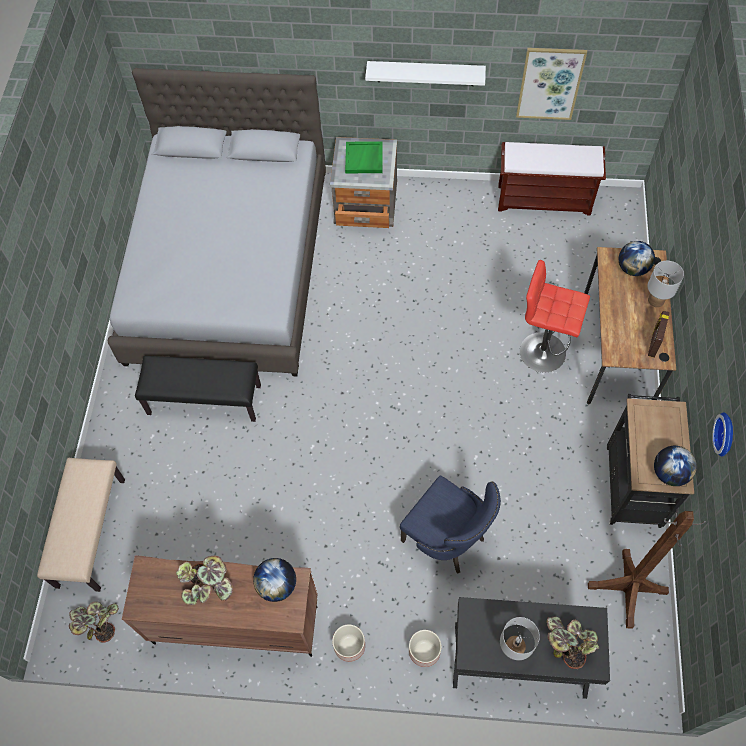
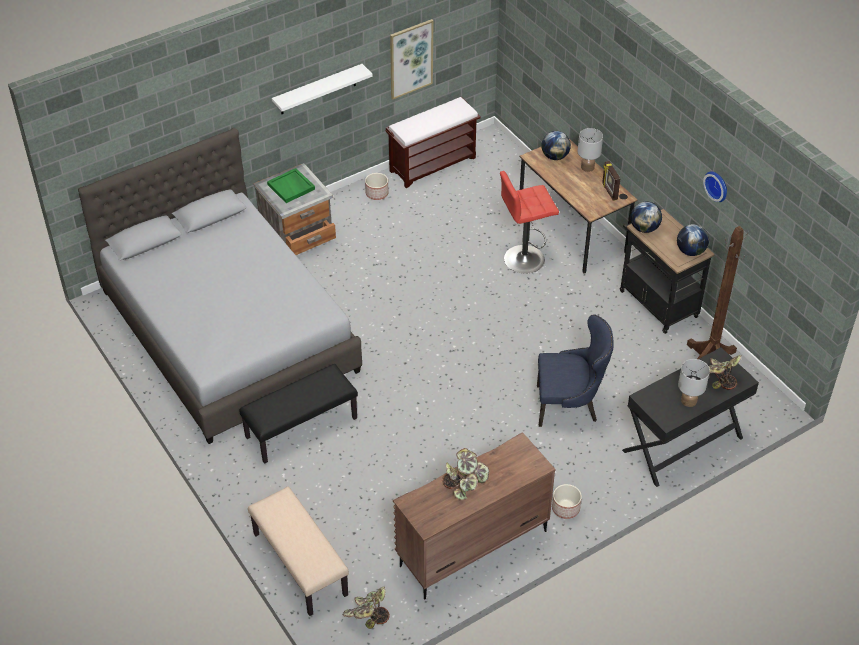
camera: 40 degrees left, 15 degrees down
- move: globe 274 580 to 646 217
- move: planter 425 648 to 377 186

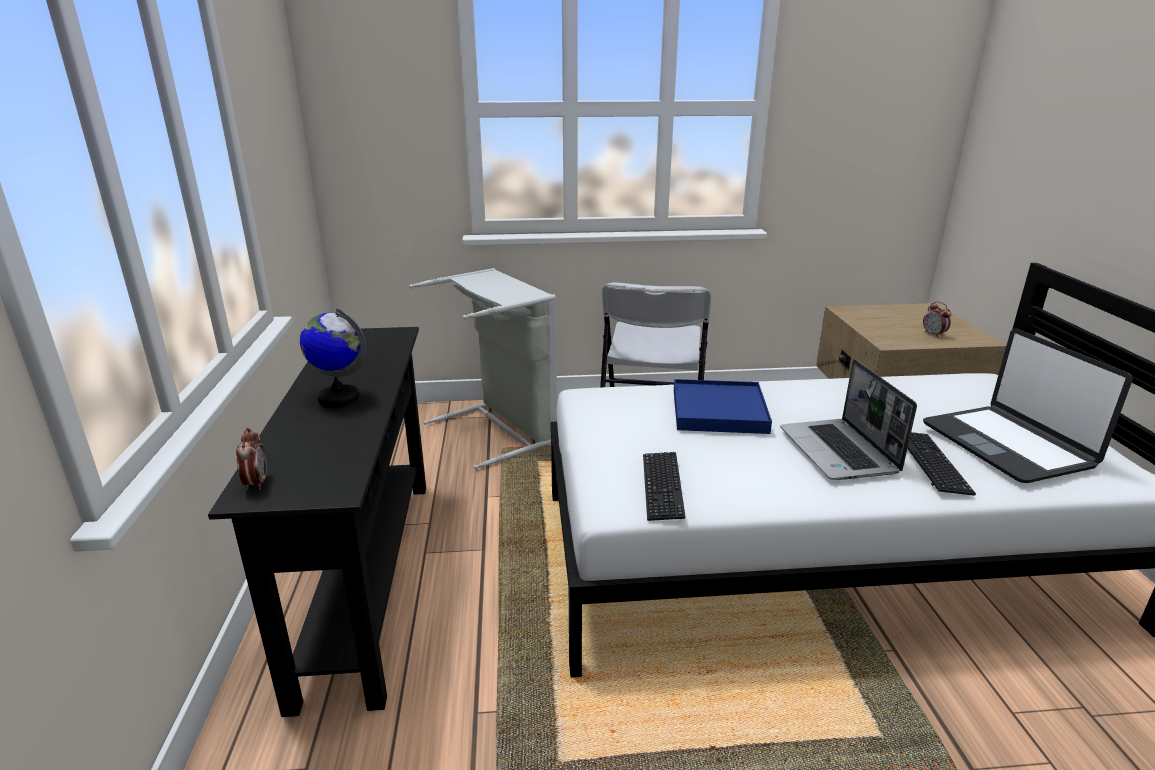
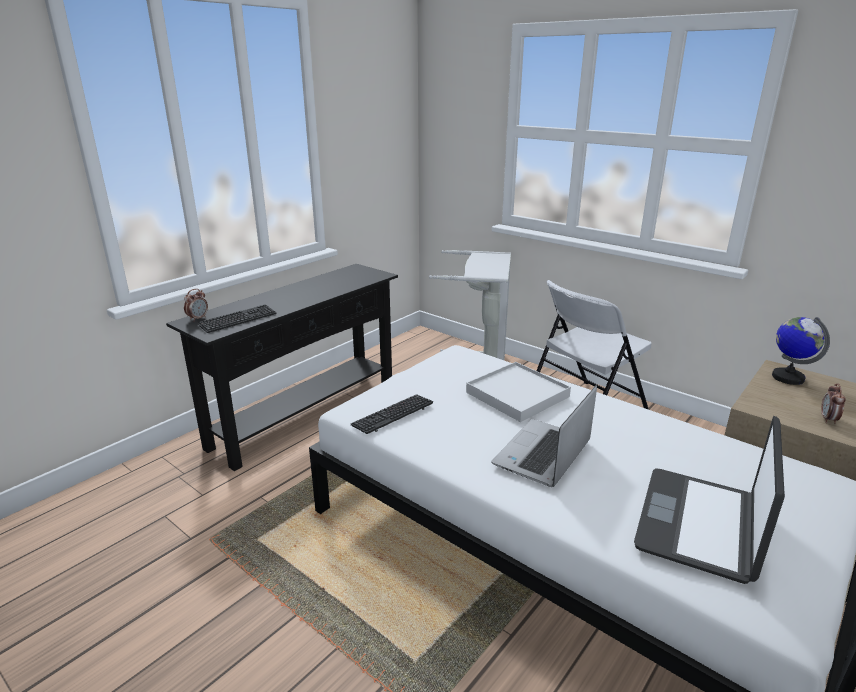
camera: 45 degrees right, 0 degrees up
- move: globe 333 357 to 801 351
- recolor: blue tray 723 406 to white tray 518 392
- move: keyboard 942 464 to 236 318

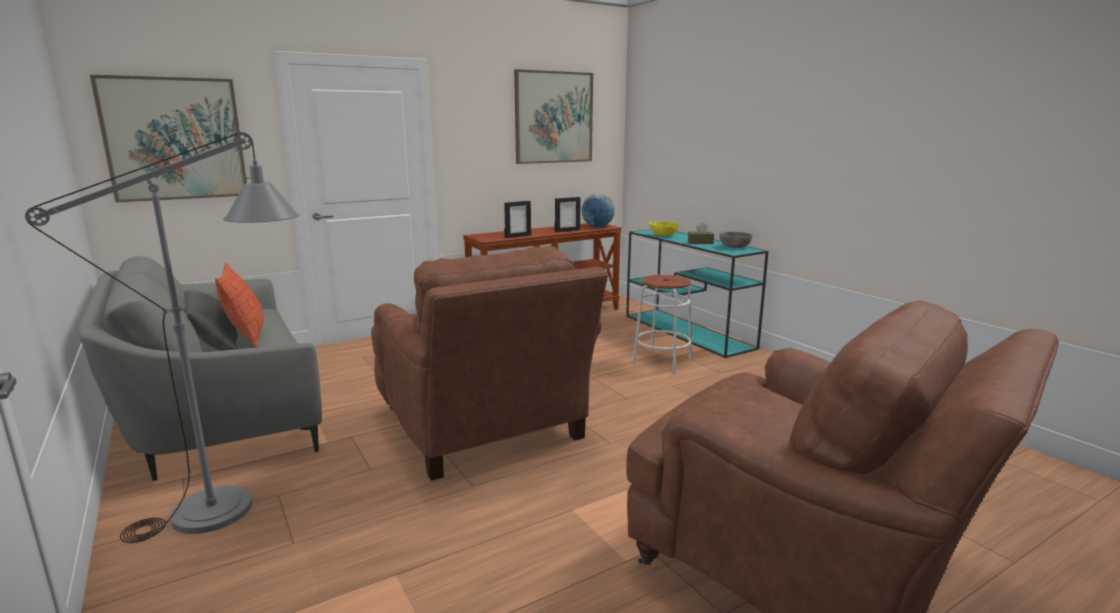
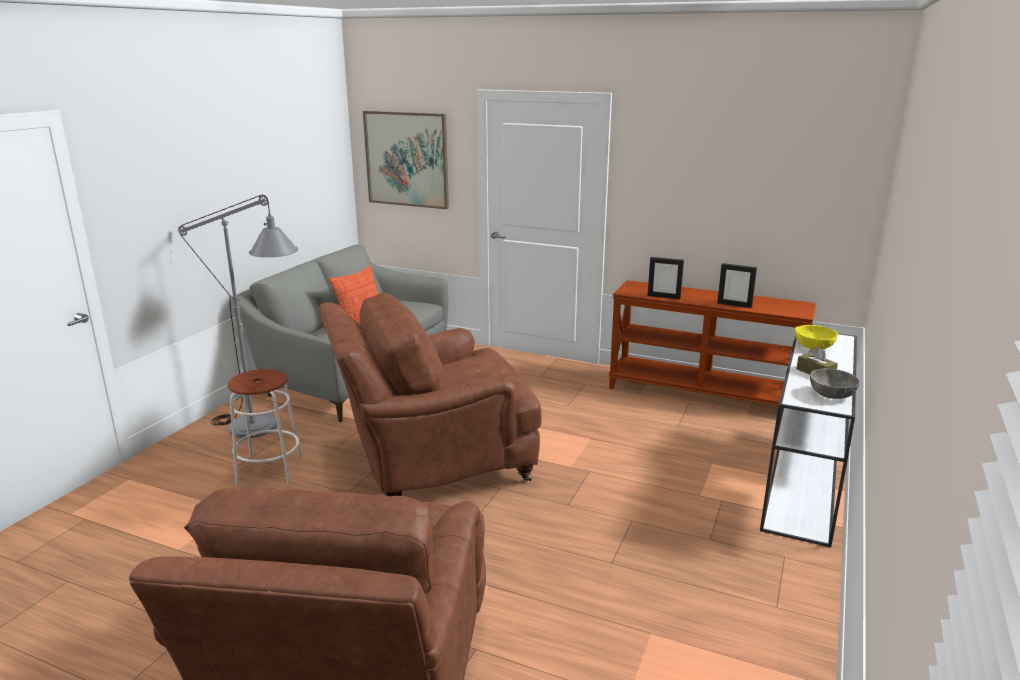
camera: 55 degrees right, 5 degrees up
- delete: picture 553 116
- delete: globe 598 210
- recolor: turquoise console table 697 293 to white console table 808 440
- rotate: brown armchair 489 363 = 430 394 45 degrees clockwise
- move: white stool 662 324 to 265 427

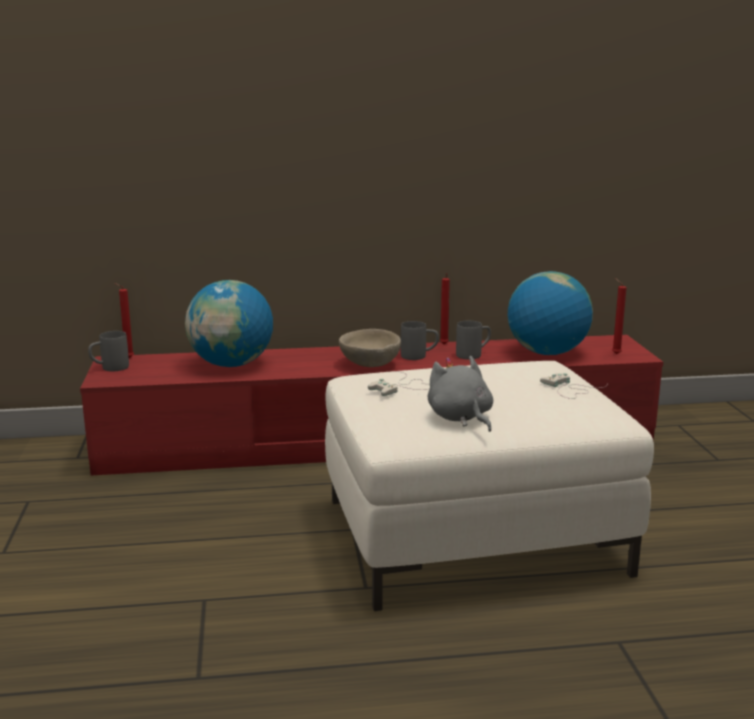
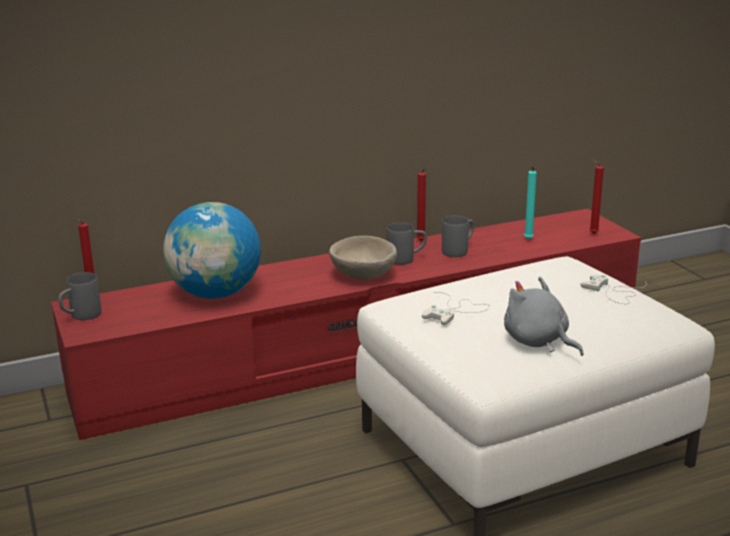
camera: 15 degrees left, 5 degrees up
- replace: globe 550 313 to turquoise candle 530 203

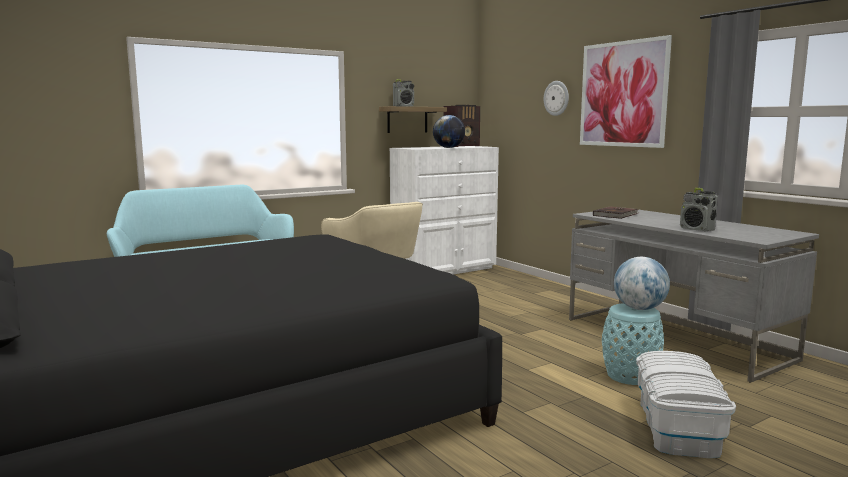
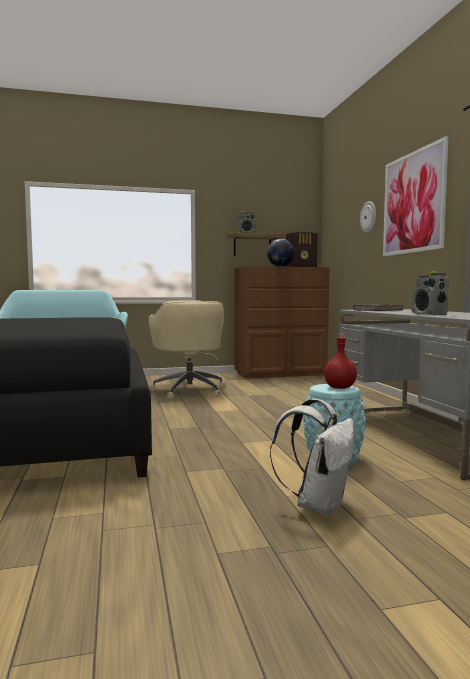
camera: 20 degrees right, 5 degrees down
- recolor: white dresser 444 210 to brown dresser 282 322
- replace: globe 642 283 to red bottle 340 361
- replace: white storage box 686 404 to white backpack 312 457

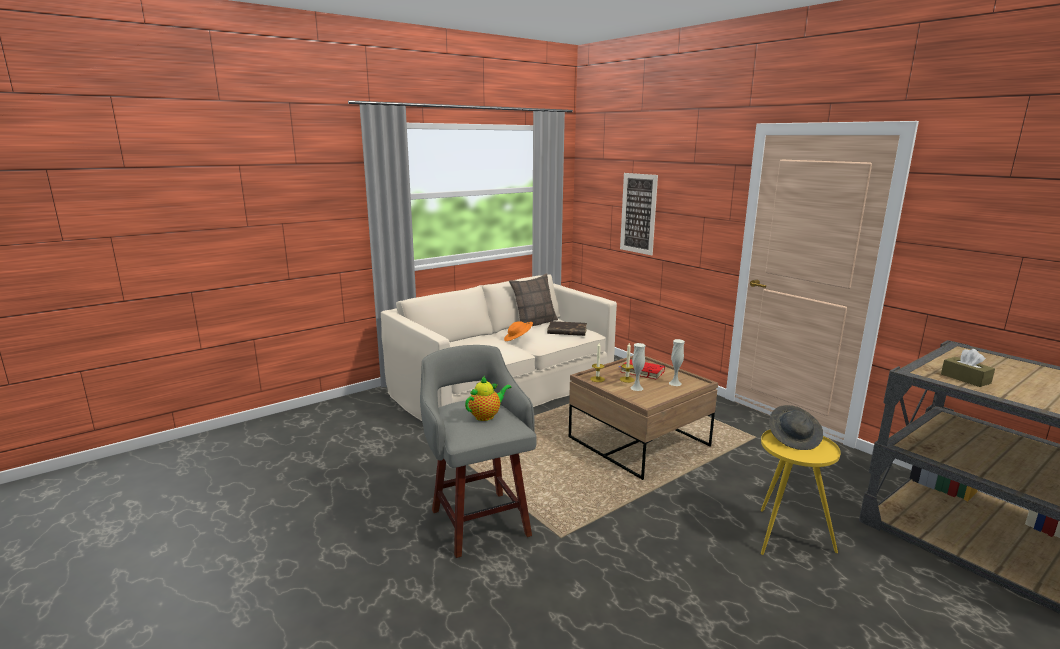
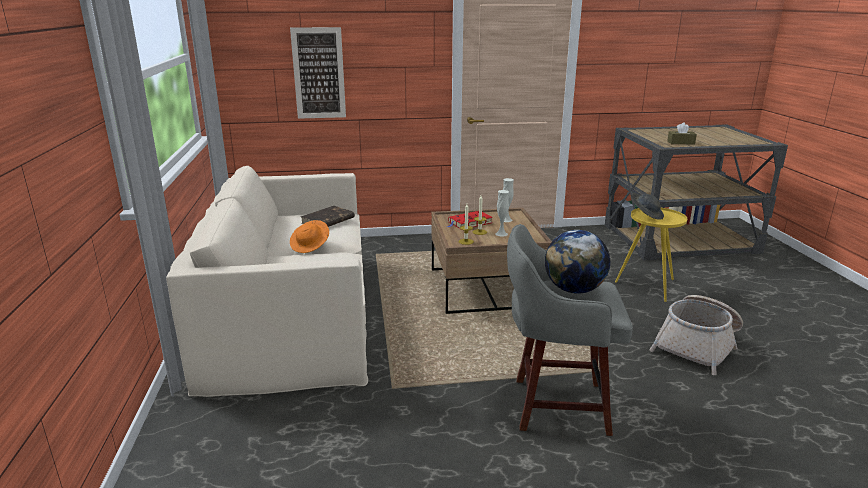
camera: 60 degrees left, 5 degrees up
- delete: pillow 533 299
- replace: teapot 488 398 to globe 577 262
- insert: basket 696 335

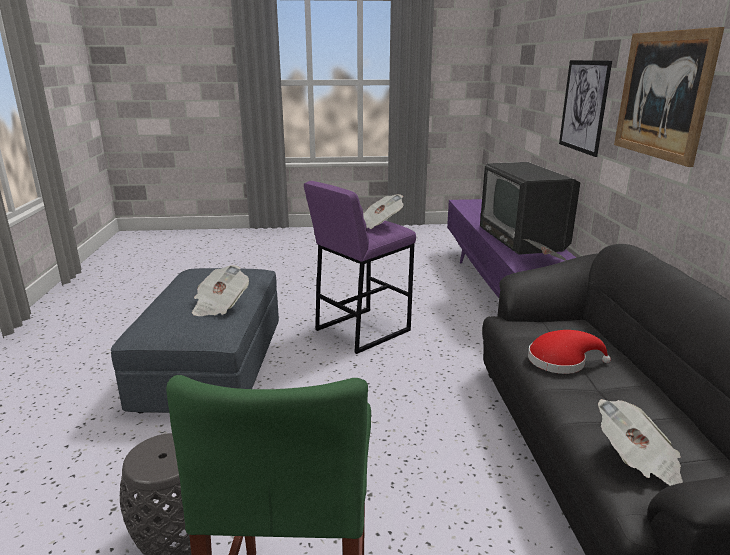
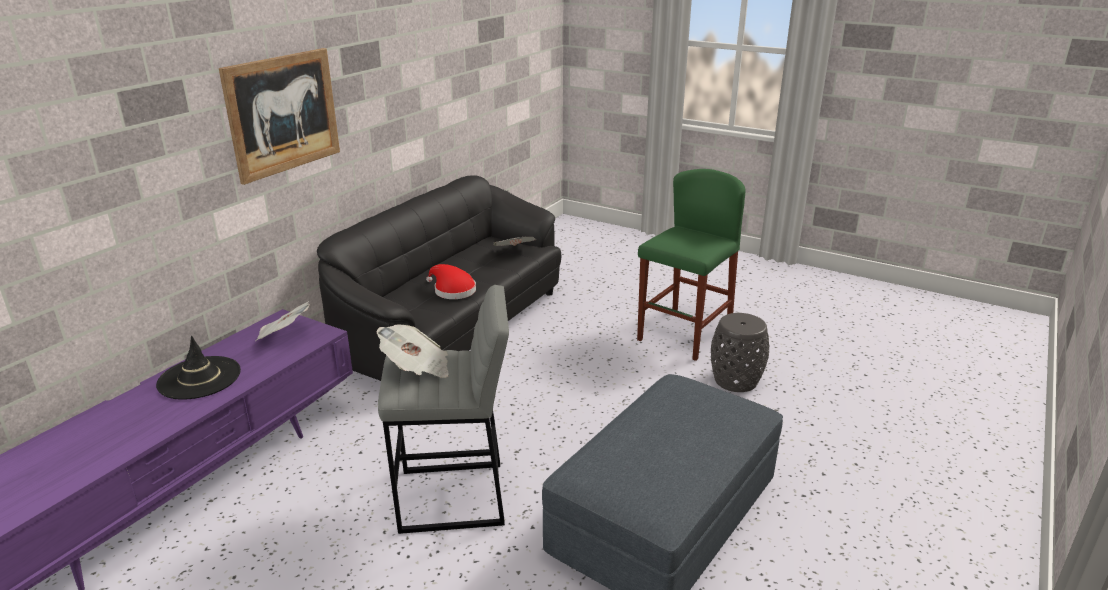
camera: 145 degrees left, 5 degrees up
- delete: picture 585 108
- replace: television 530 208 to black hat 198 368
- recolor: purple stool 360 267 to grey stool 443 409
- delete: newspaper 220 290

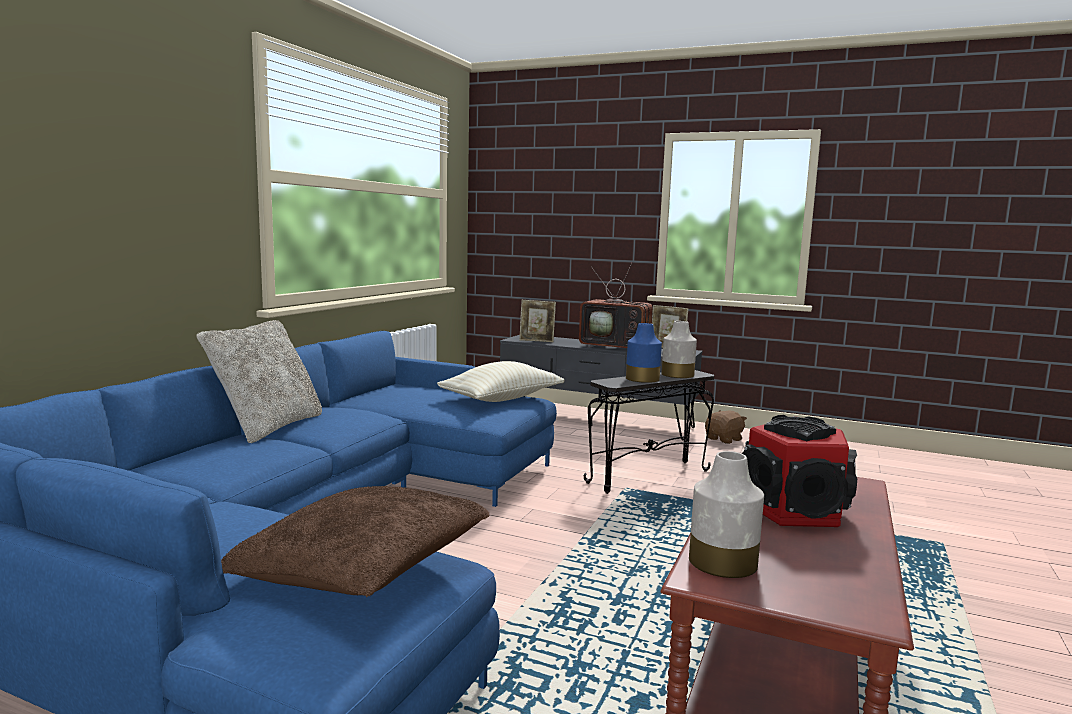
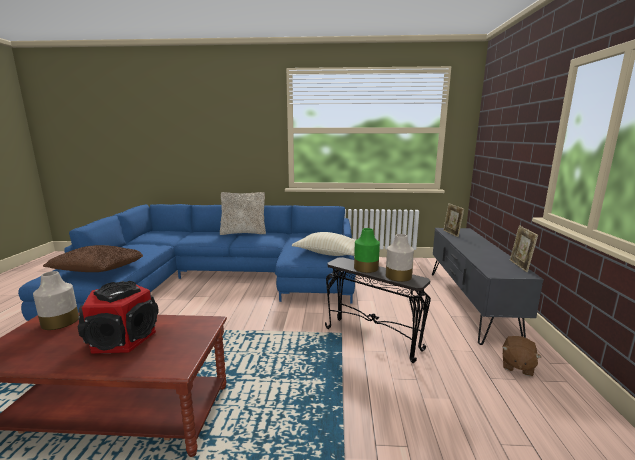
camera: 70 degrees right, 5 degrees up
- delete: television 616 305
- recolor: blue vase 644 353 to green vase 367 250
- rotate: brown plush toy 726 427 = 522 356 90 degrees clockwise

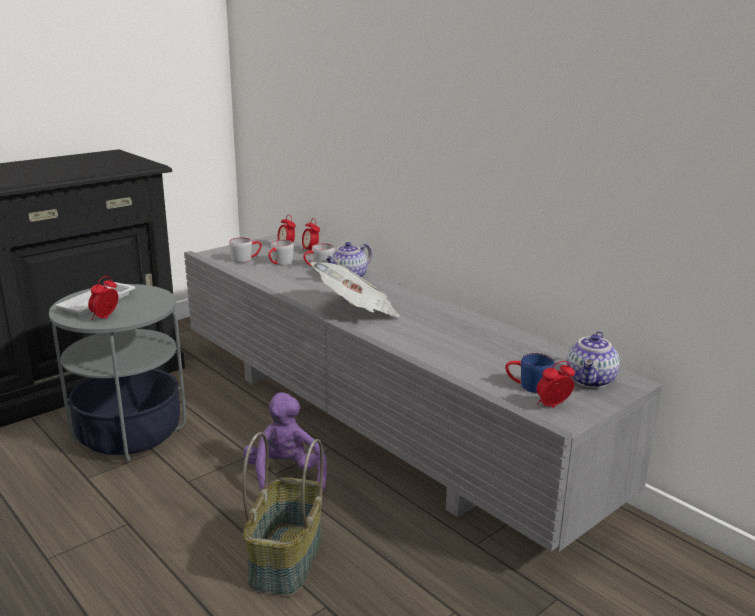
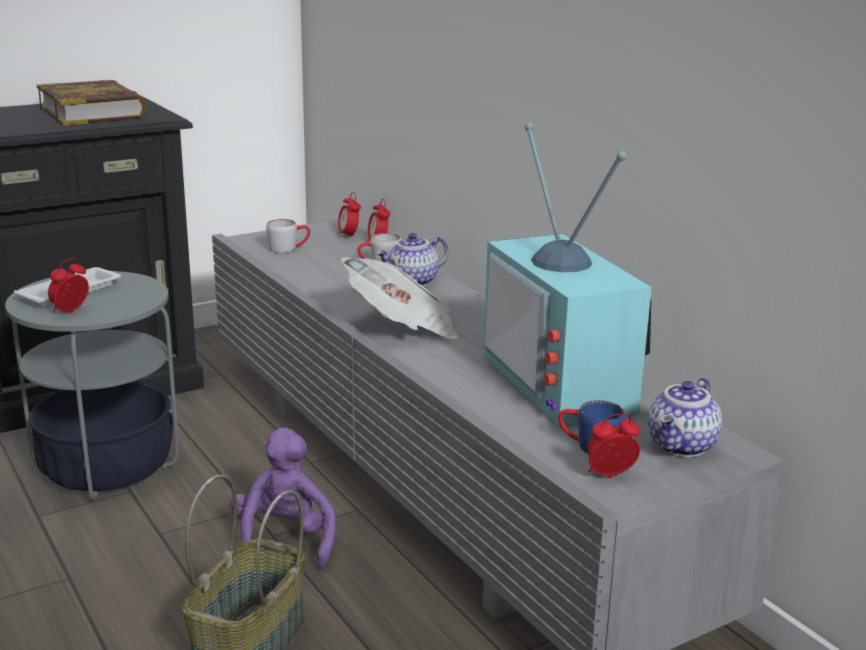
camera: 10 degrees right, 0 degrees up
- delete: grey mug 281 252
- insert: book 92 103
- insert: television 567 275

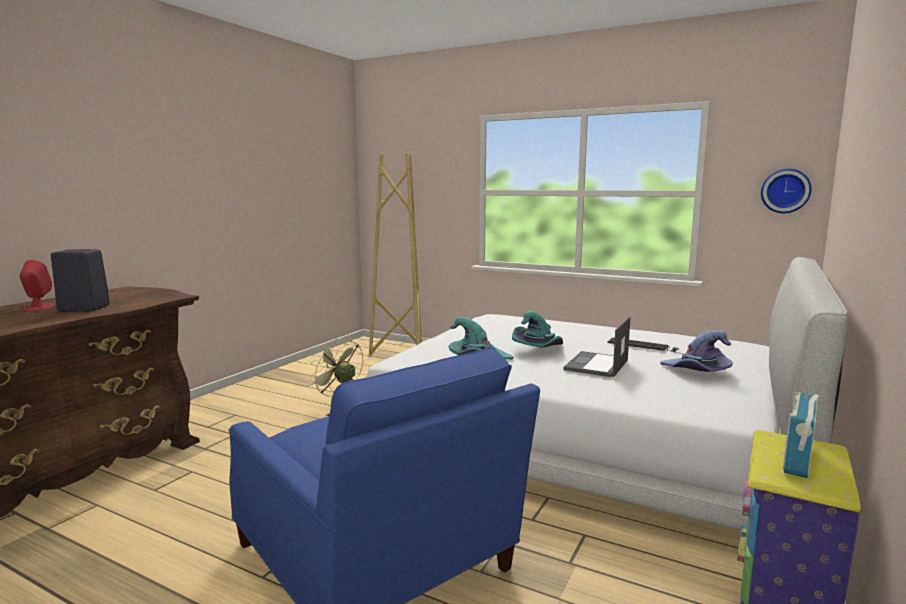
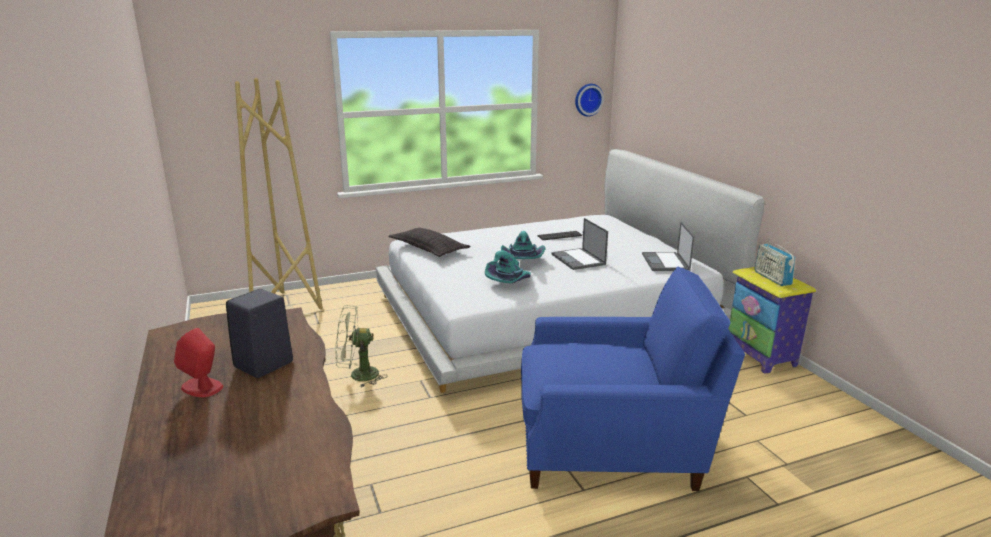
camera: 50 degrees left, 10 degrees up
- delete: purple hat 696 351
- insert: laptop 668 246
- insert: pillow 429 242

